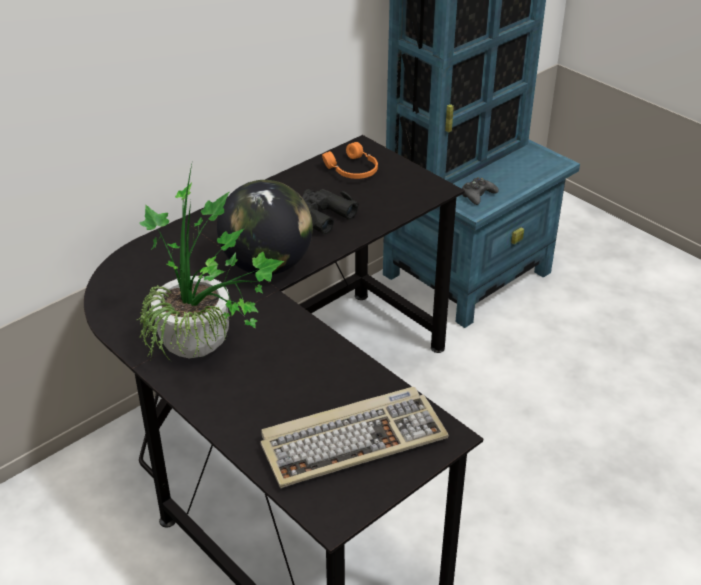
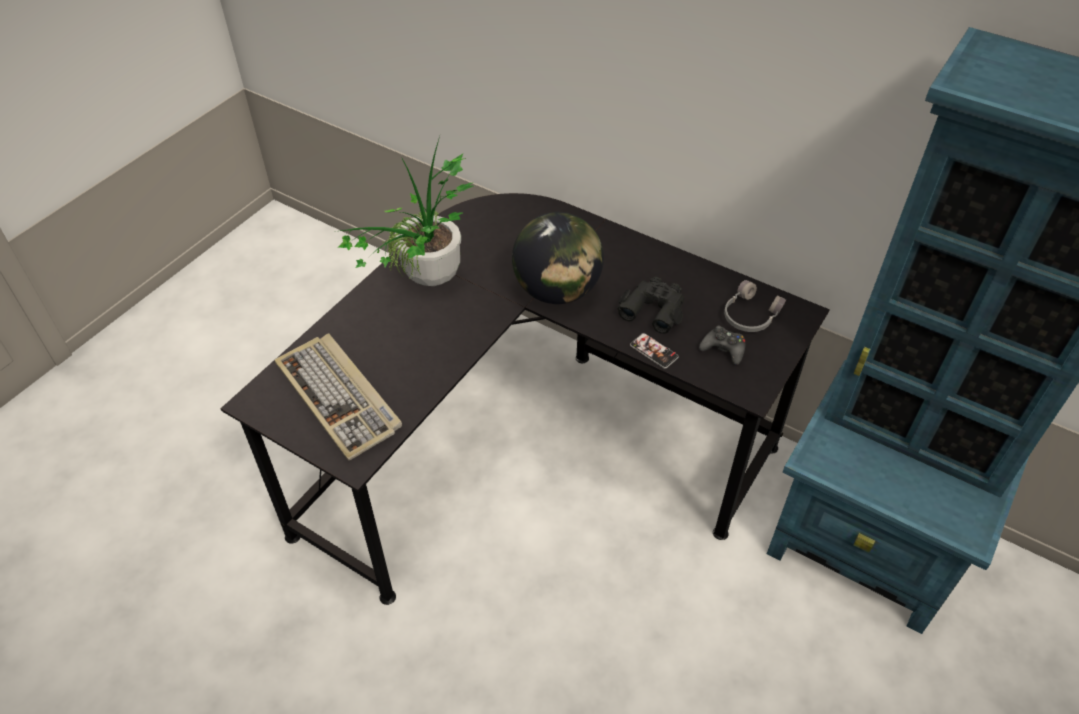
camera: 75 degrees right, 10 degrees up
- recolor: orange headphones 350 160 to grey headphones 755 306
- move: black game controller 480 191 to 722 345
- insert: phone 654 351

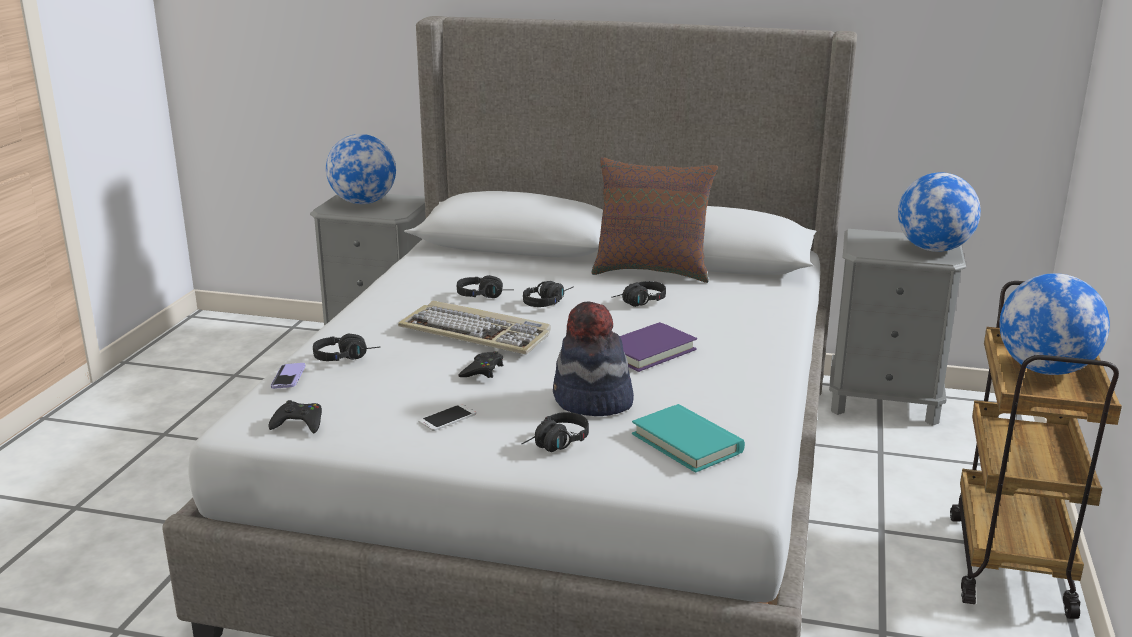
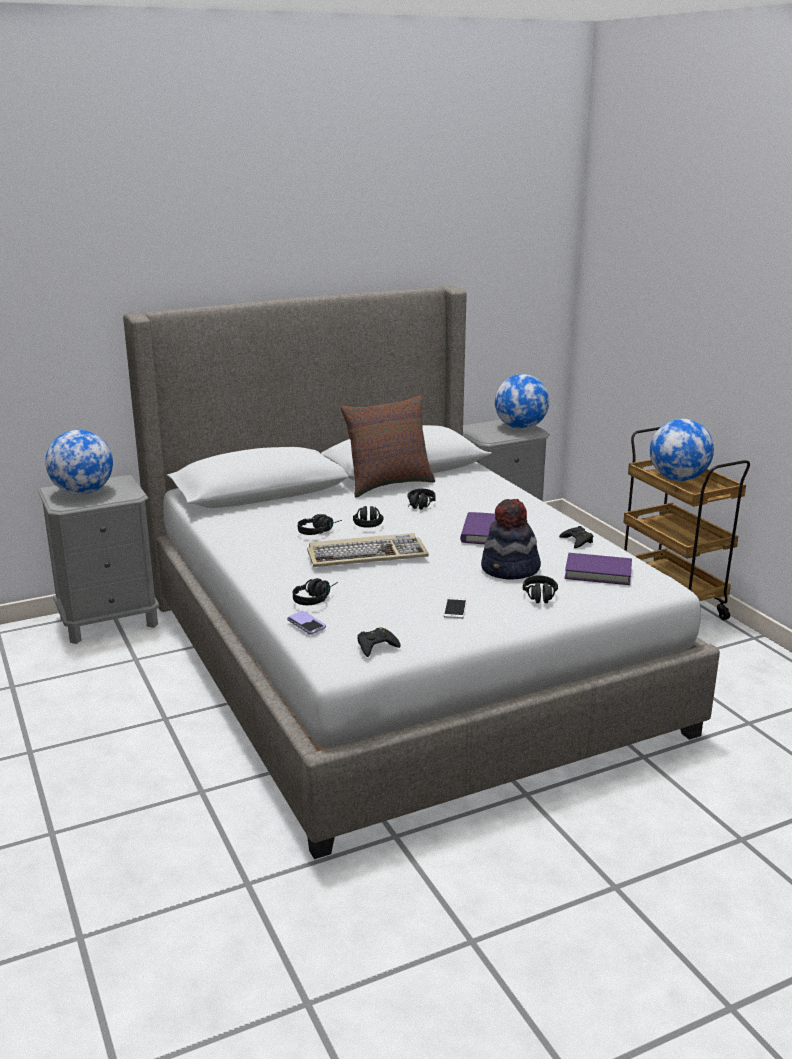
camera: 40 degrees left, 0 degrees up
- move: black game controller 480 364 to 576 537
- recolor: turquoise book 688 438 to purple book 598 569

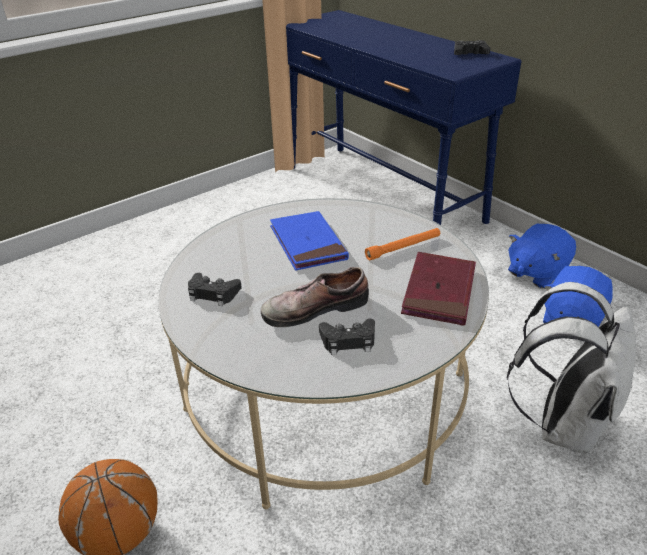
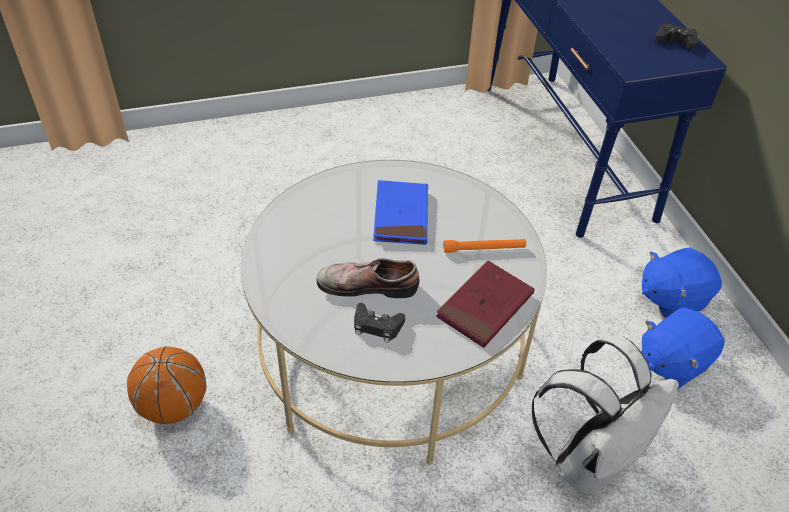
camera: 20 degrees right, 10 degrees up
- delete: black game controller 215 289

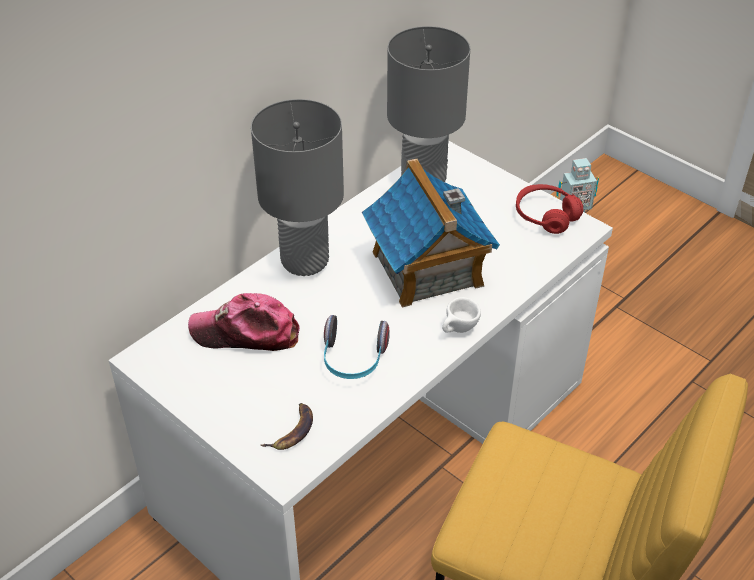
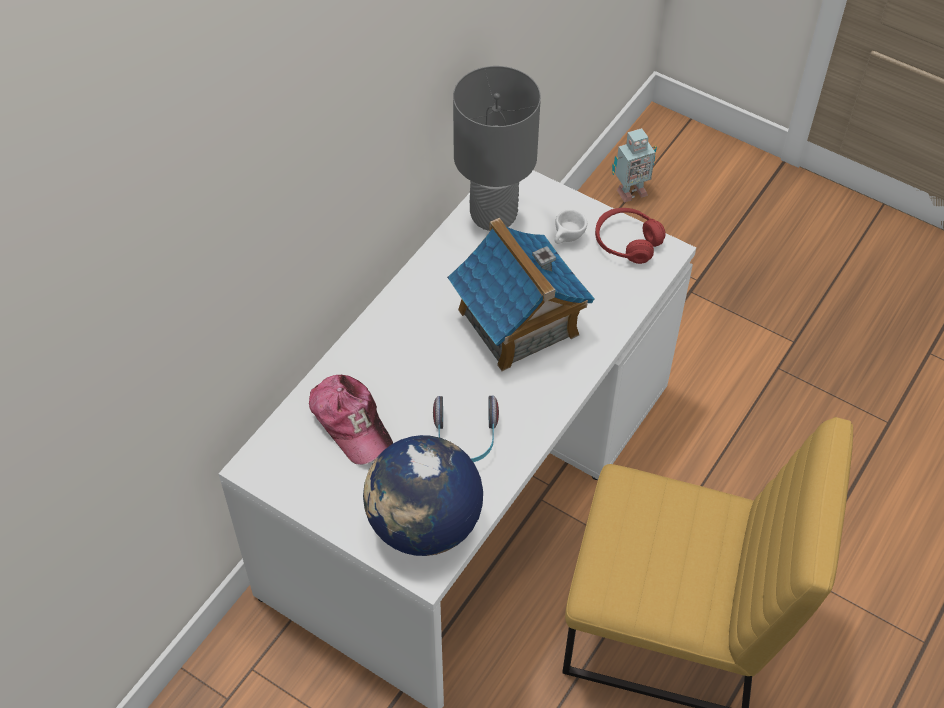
camera: 10 degrees left, 10 degrees up
- delete: grey table lamp 297 187
- rotate: cap 244 322 = 351 420 120 degrees counterclockwise
- move: white cup 461 315 to 570 226
- replace: banana 287 426 to globe 423 495

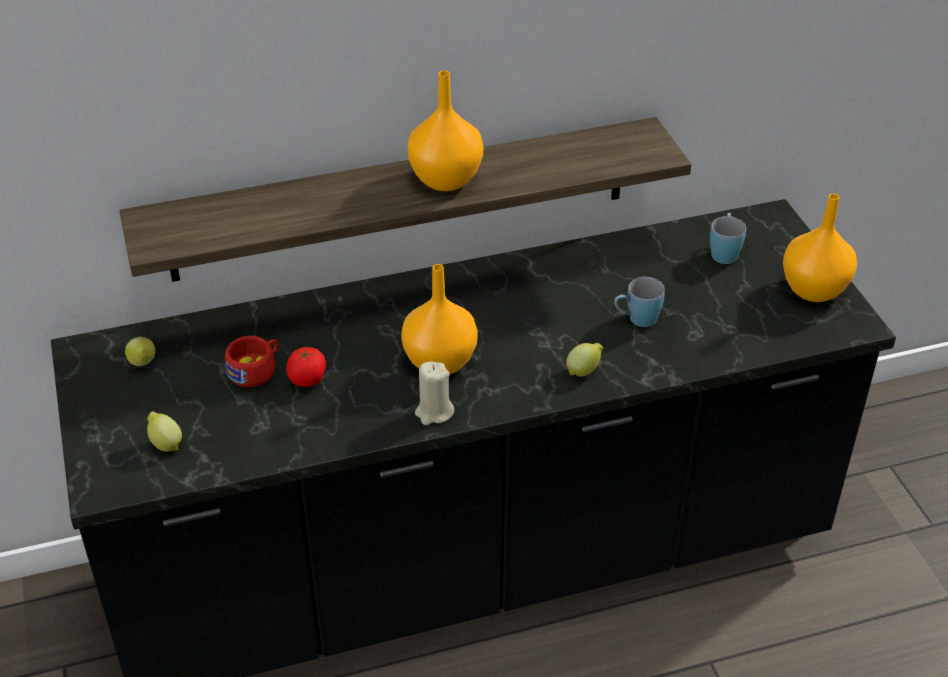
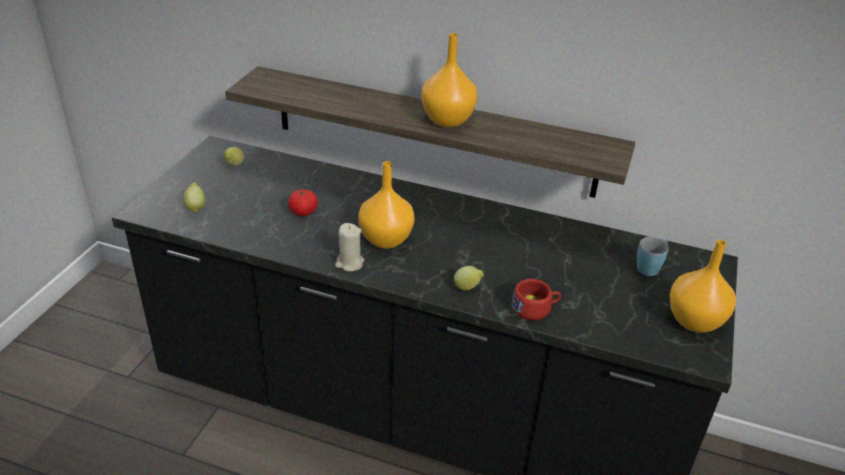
camera: 35 degrees right, 5 degrees down
- delete: blue mug 639 302
- move: red cup 252 361 to 536 299

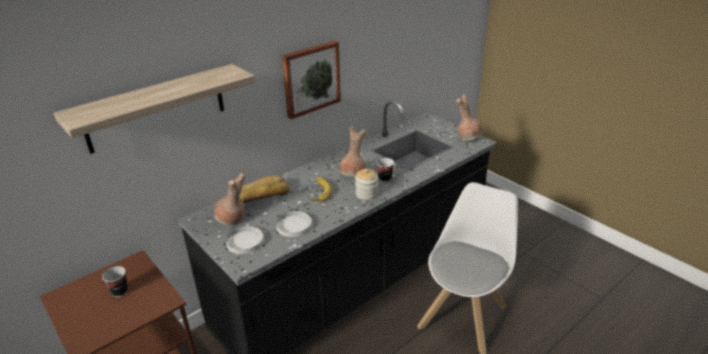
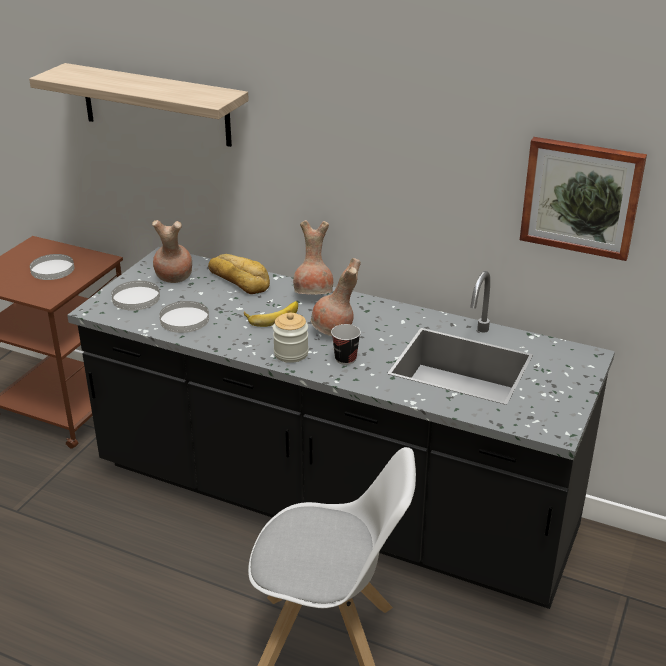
camera: 65 degrees right, 0 degrees up
- move: picture 311 80 to 583 199
- move: brown vase 469 117 to 313 257
- replace: cup 115 281 to white plate 52 267

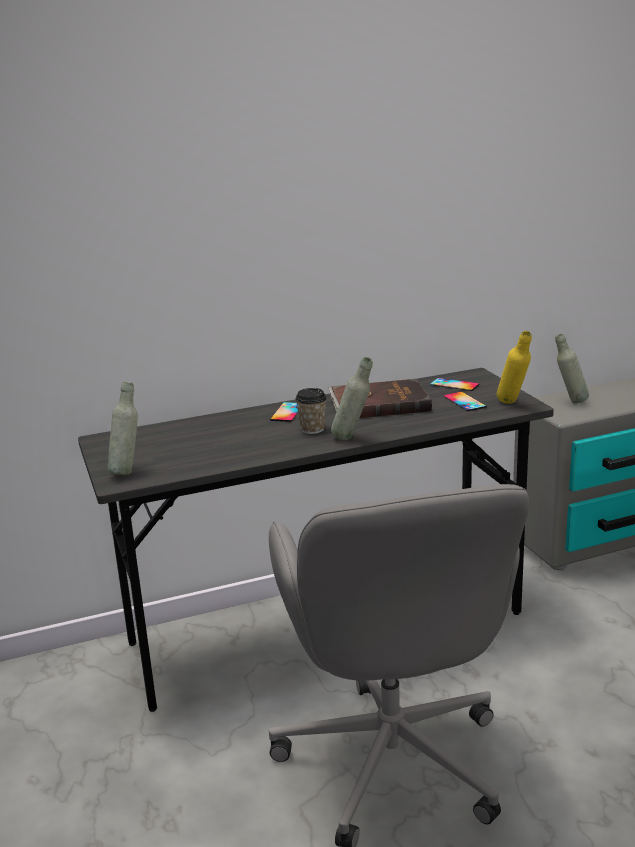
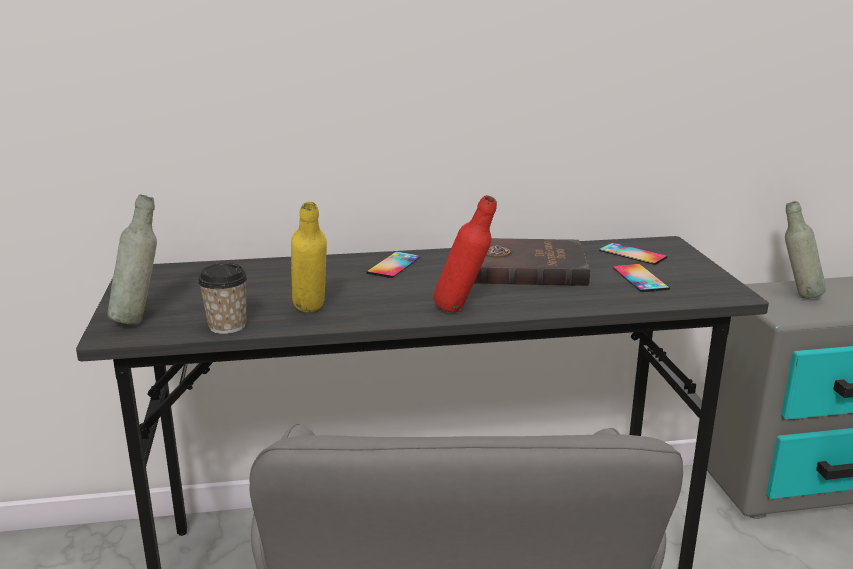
camera: 10 degrees right, 0 degrees up
- move: yellow bottle 514 367 to 309 257
- recolor: grey bottle 352 398 to red bottle 465 254
- move: cup 311 411 to 223 298

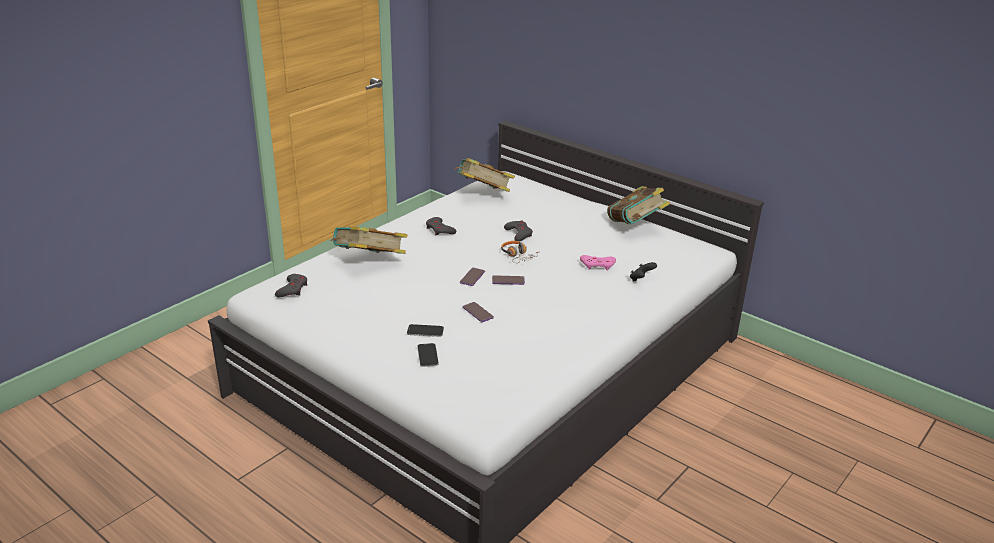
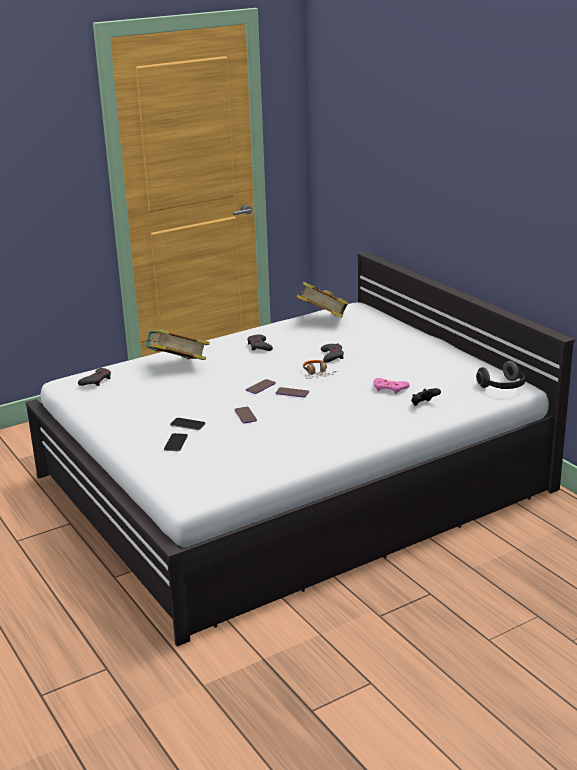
camera: 20 degrees right, 5 degrees down
- delete: book 638 205
- insert: headphones 500 375

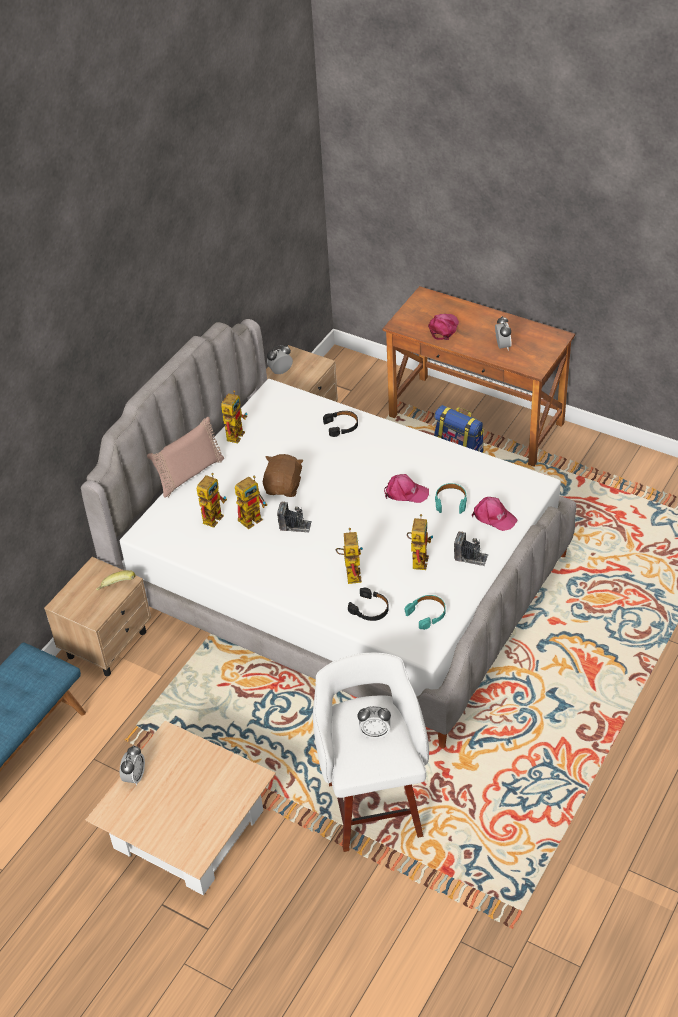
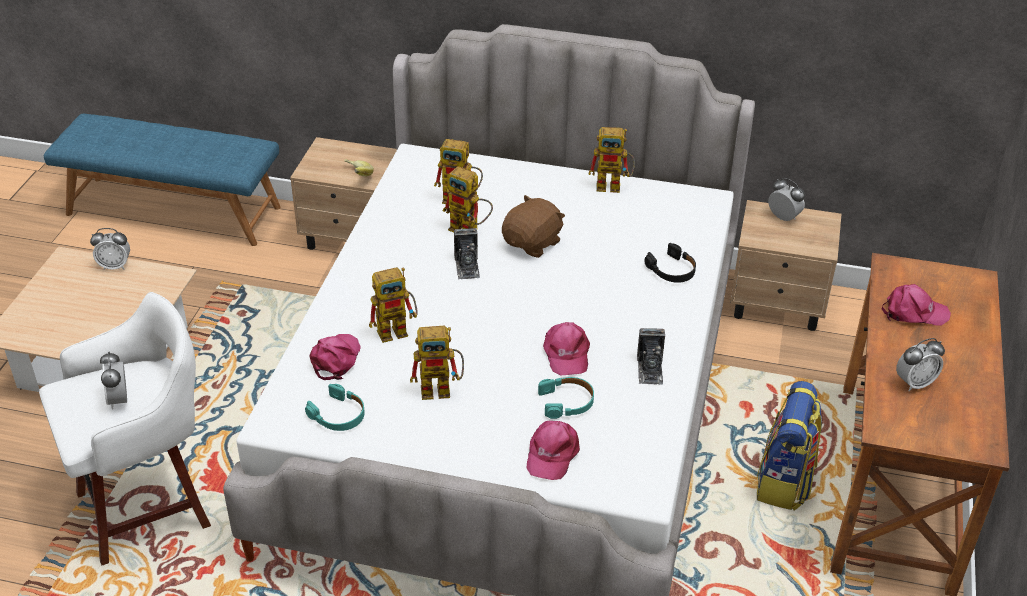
camera: 70 degrees right, 5 degrees down
- delete: beige pillow 185 457
- rotate: brown plush toy 283 475 = 533 226 45 degrees counterclockwise
- move: photo camera 471 548 to 651 356
- replace: black headphones 368 604 to pink cap 335 357

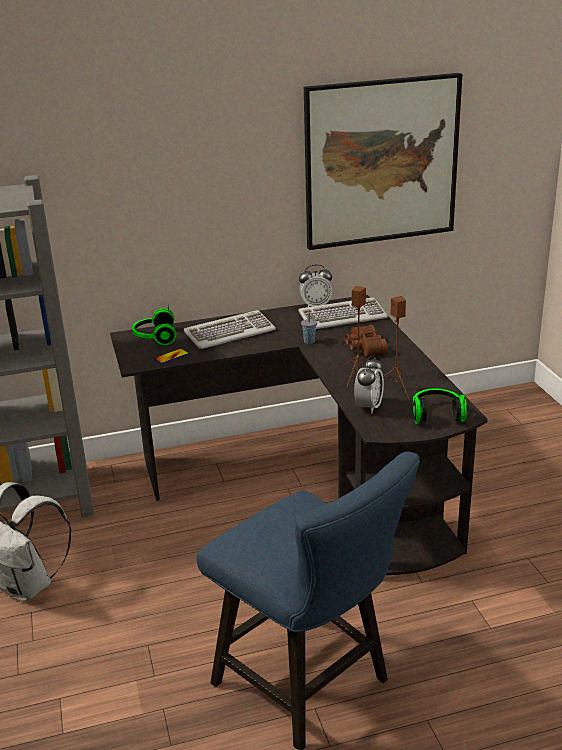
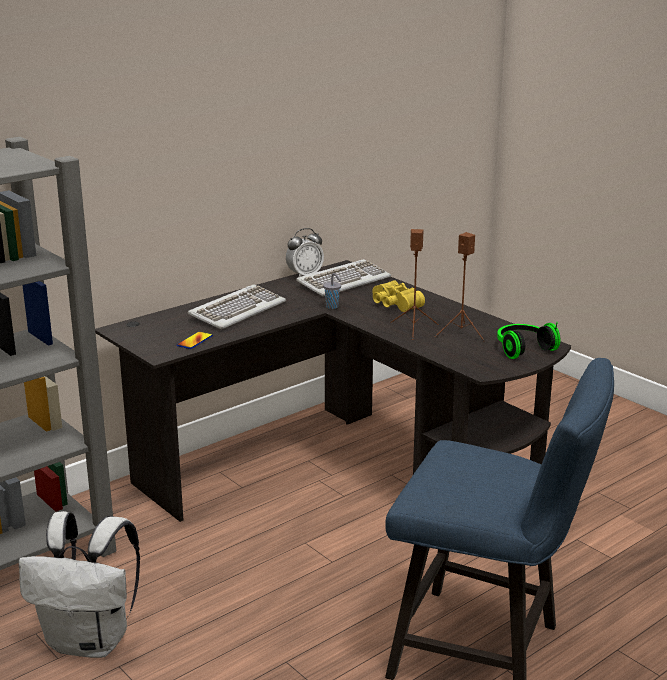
camera: 25 degrees left, 5 degrees down
- delete: picture 383 161
- delete: headphones 154 325
- recolor: brown binoculars 366 341 to yellow binoculars 398 296
- delete: alarm clock 369 384

